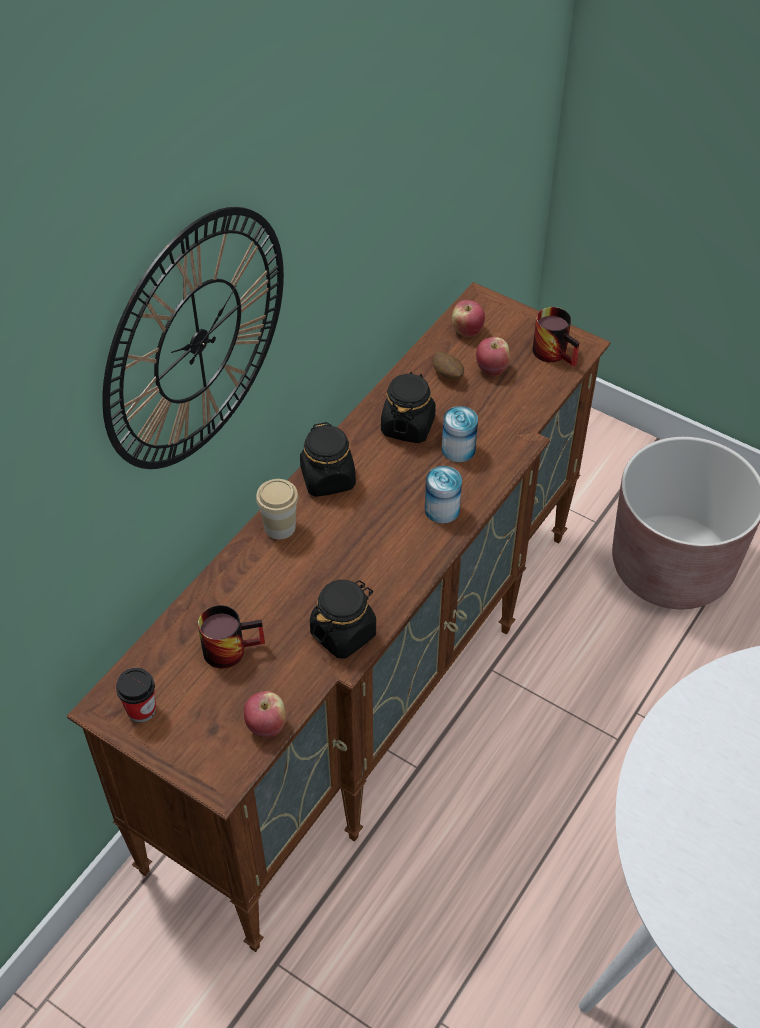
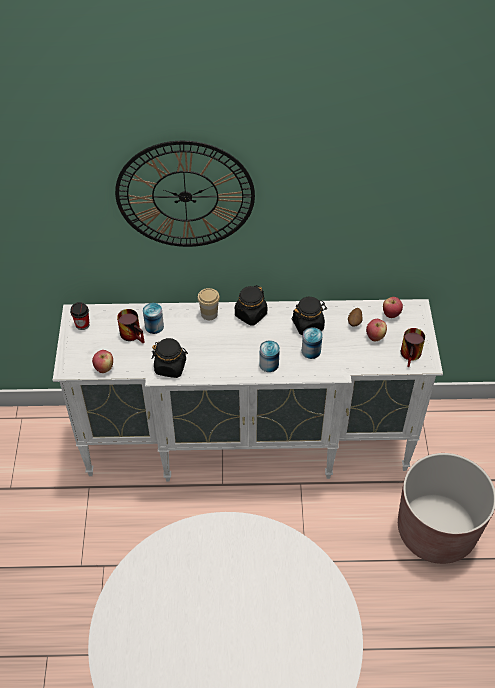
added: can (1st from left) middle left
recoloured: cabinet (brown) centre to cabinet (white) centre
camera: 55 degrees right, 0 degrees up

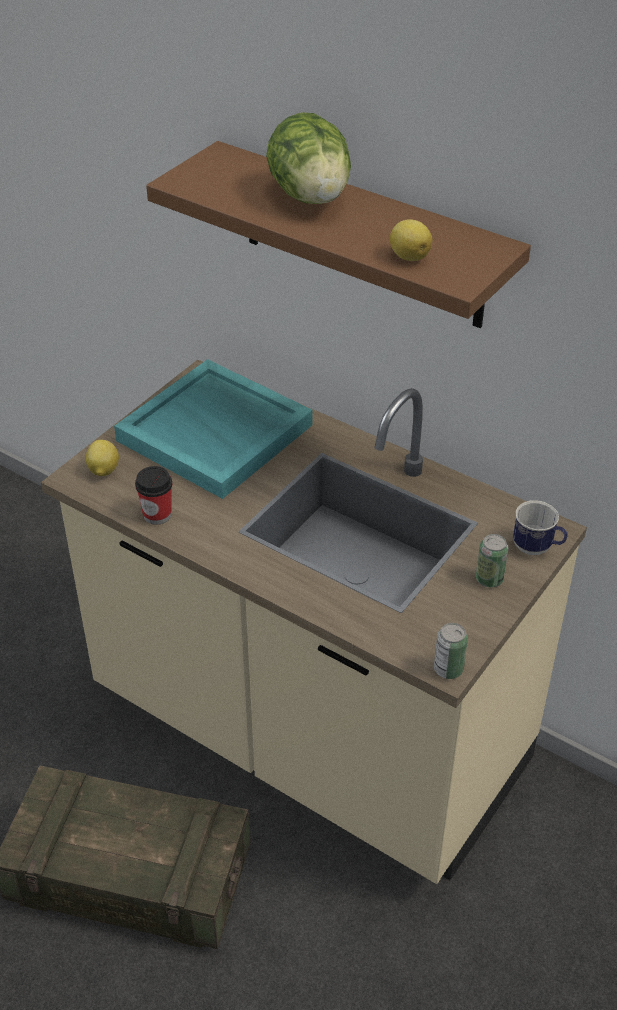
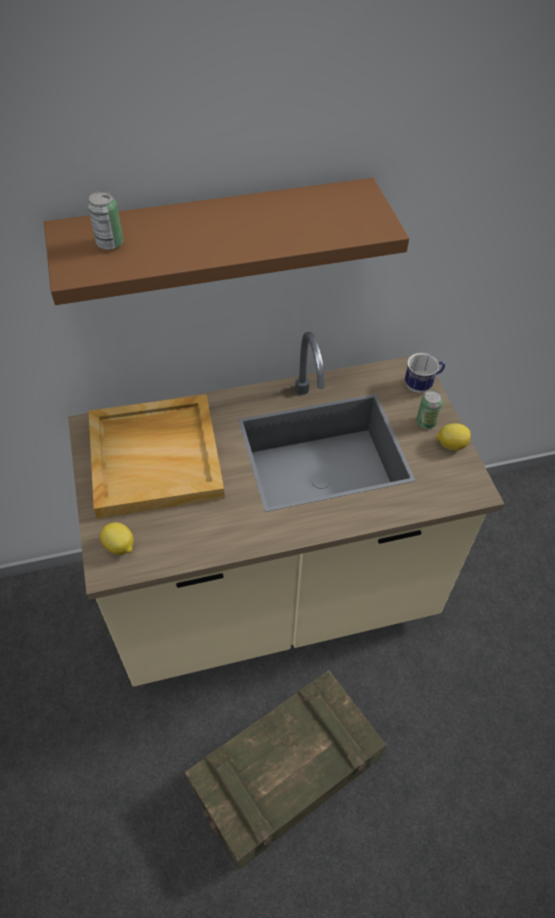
removed: lettuce top centre; cup middle left
moved: lemon (2nd from left) top centre to middle right; can (1st from left) middle right to top left
recoloured: tray (turquoise) centre to tray (beige) middle left
camera: 50 degrees left, 10 degrees up

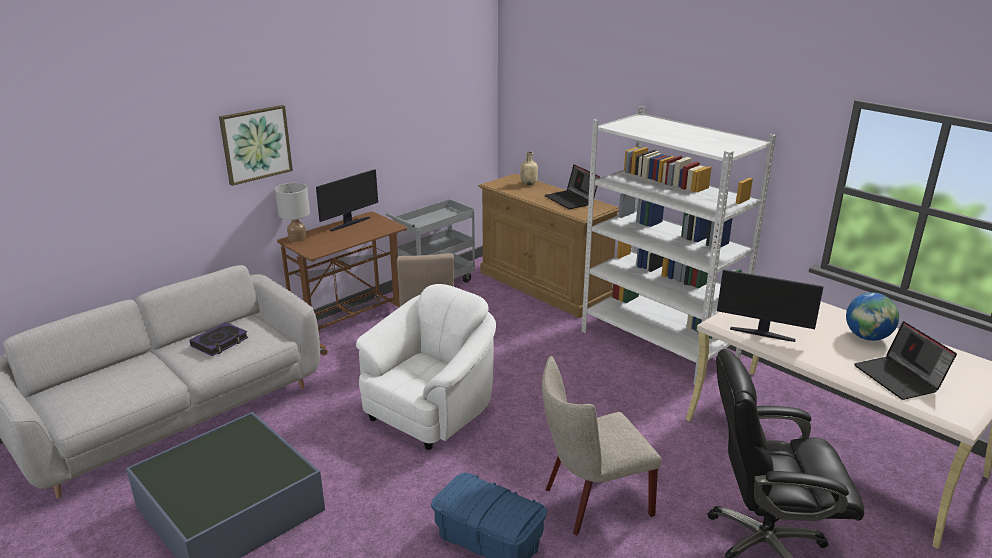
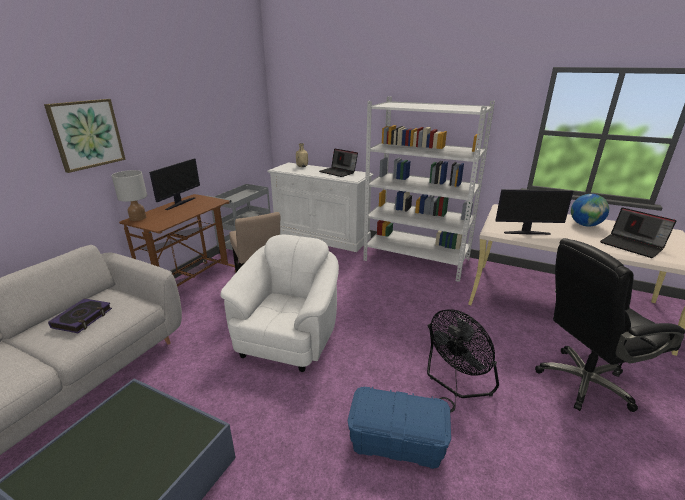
replaced: chair (beige) (2nd from left) bottom centre to fan (black) bottom right
recoloured: cabinet (brown) centre to cabinet (white) centre
camera: 20 degrees left, 0 degrees up

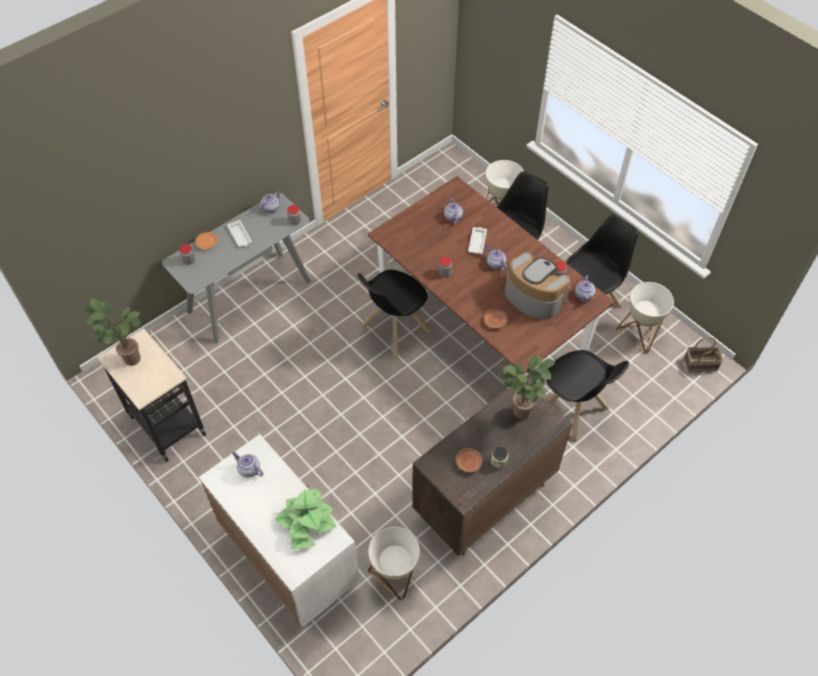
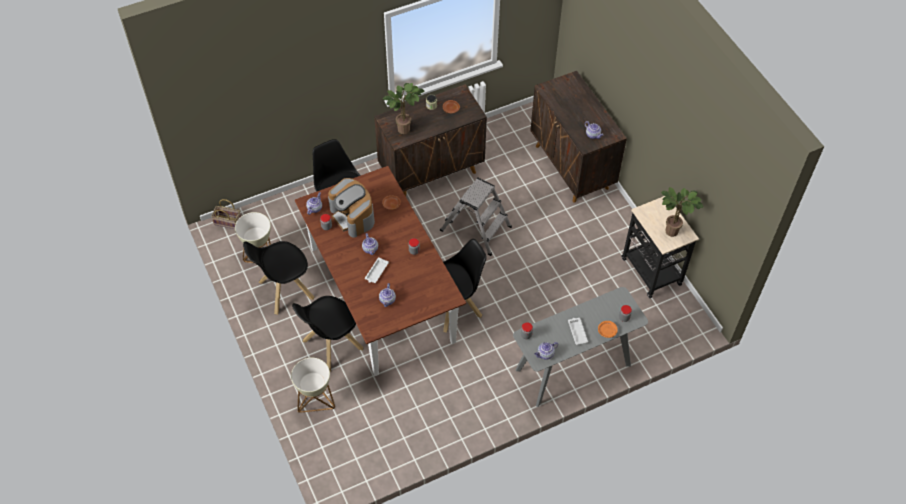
removed: potted plant (2nd from left) bottom centre; planter (1st from left) bottom centre
added: step ladder (grey) centre
recoloured: cabinet (white) bottom centre to cabinet (brown) (2nd from left) top centre
camera: 165 degrees left, 0 degrees up

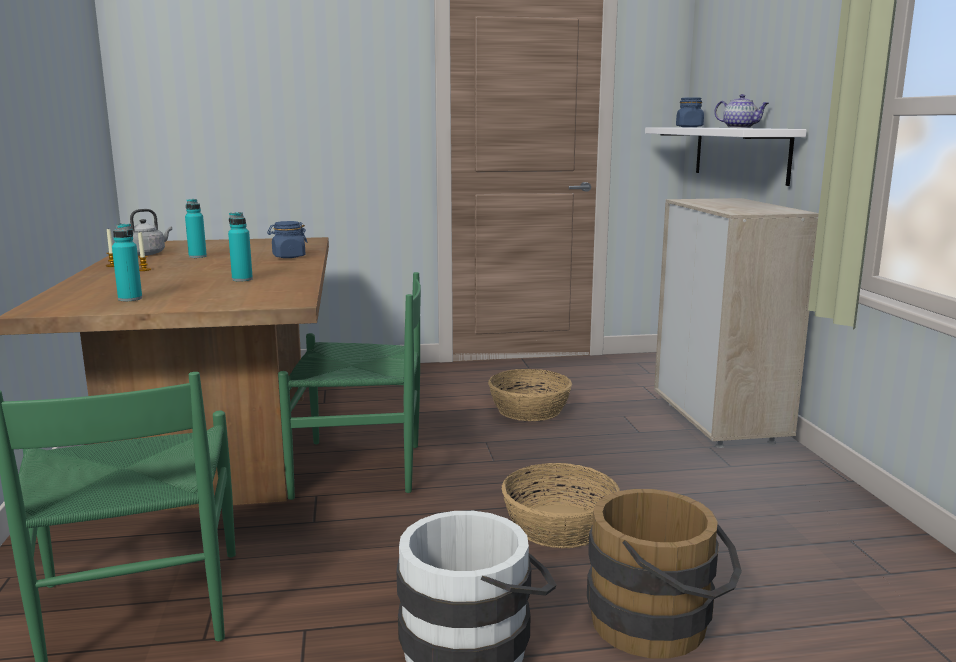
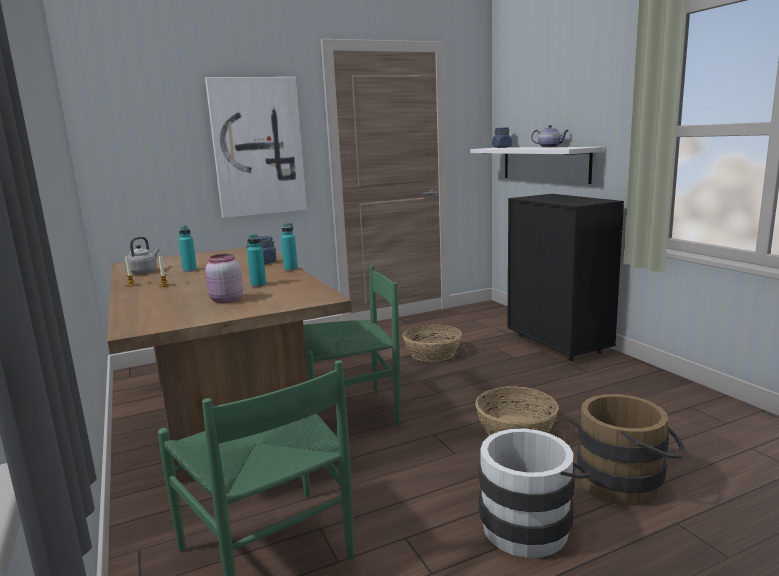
added: picture top left; jar (pink) middle left
moved: bottle (turquoise) (1st from left in the first image) middle left to bottle (turquoise) (3rd from left) centre
recoloured: cabinet (beige) middle right to cabinet (black) middle right
camera: 15 degrees left, 0 degrees up

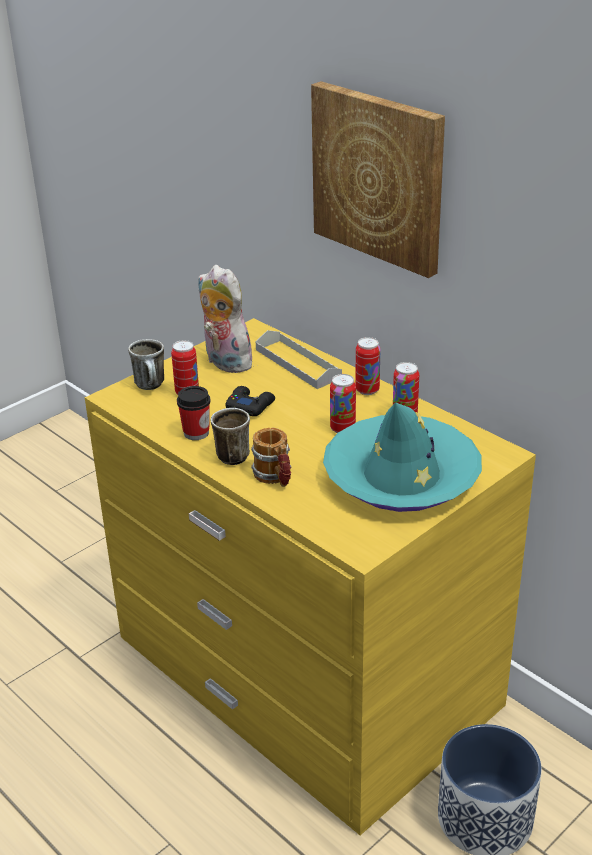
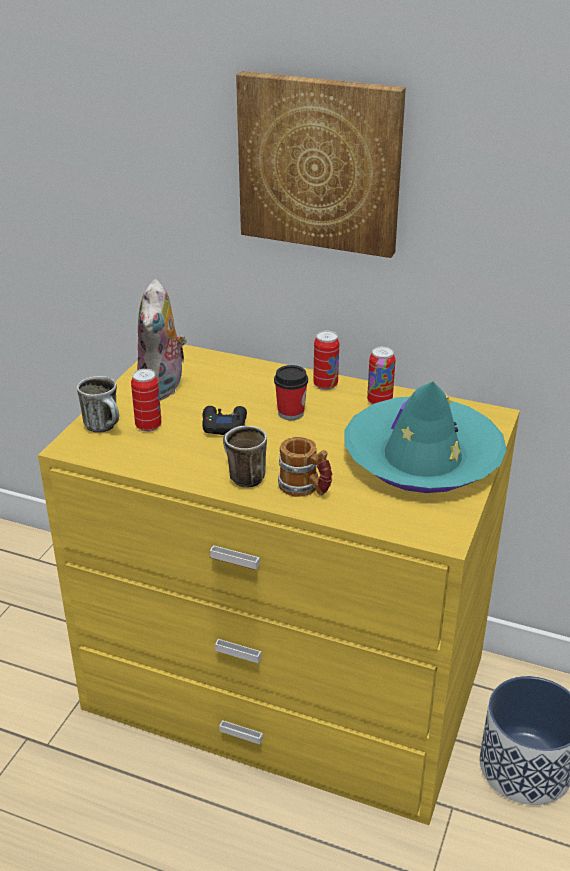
removed: tray (grey) centre; can (2nd from left) centre
moved: cup middle left to centre
turned: plush toy centre = middle left 105 degrees counterclockwise
camera: 25 degrees left, 0 degrees up

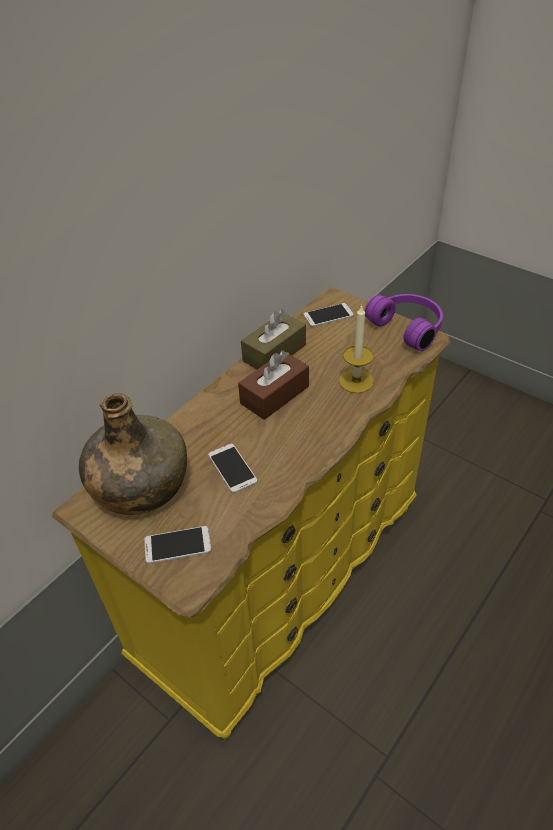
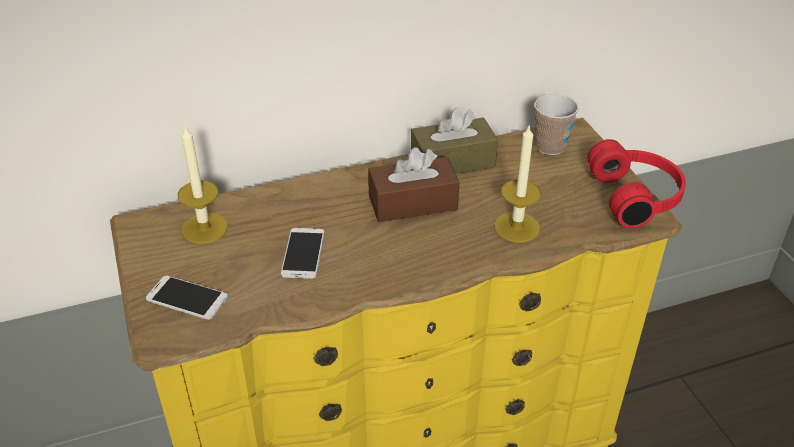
replaced: phone (3rd from left) centre to cup top right; bottle (green) middle left to candle (1st from left) middle left
recoloured: headphones (purple) middle right to headphones (red) middle right
camera: 30 degrees right, 5 degrees down

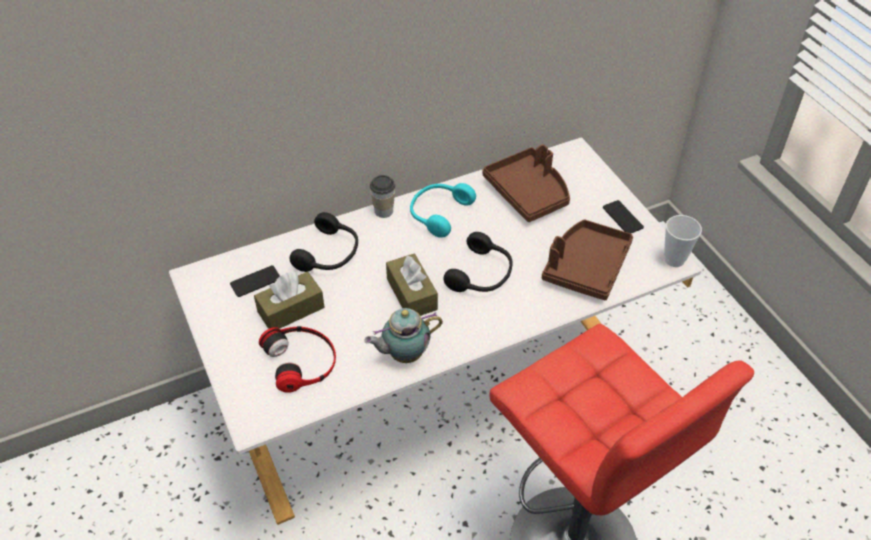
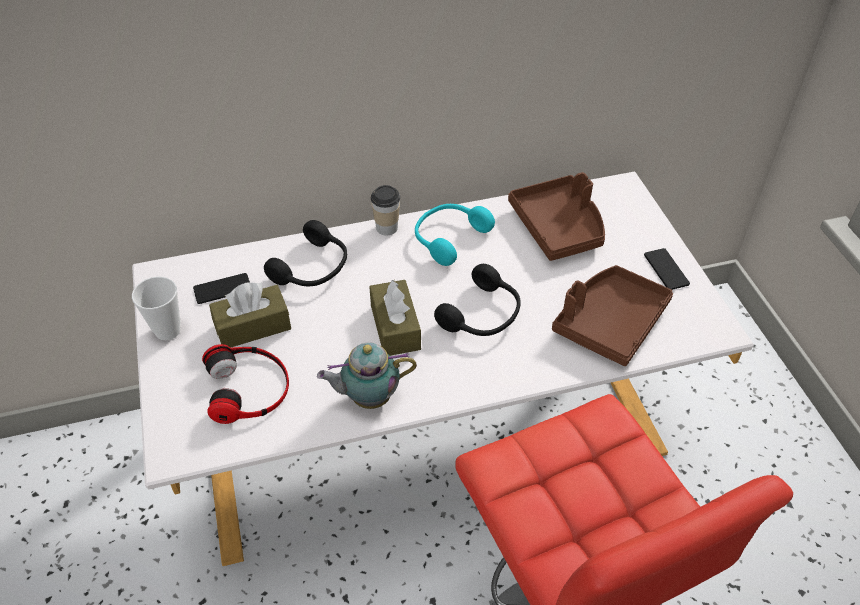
moved: cup (2nd from left in the first image) middle right to cup (1st from left) middle left
camera: 10 degrees right, 0 degrees up

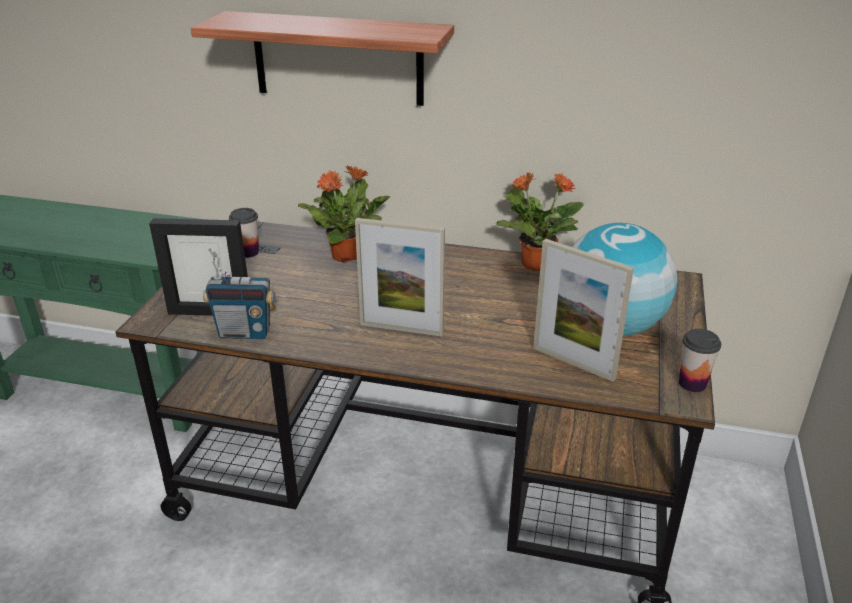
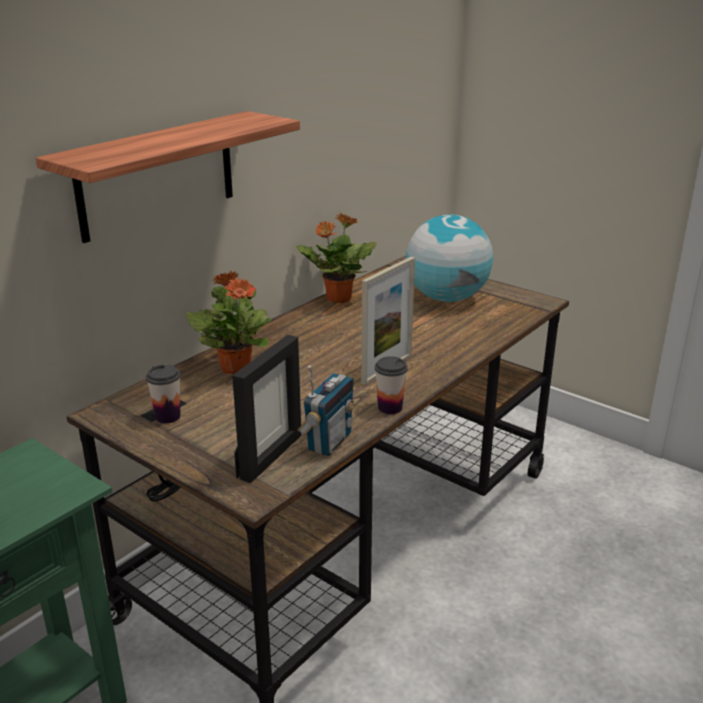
removed: picture frame (3rd from left) middle right
moved: cup (2nd from left) middle right to centre
camera: 65 degrees left, 5 degrees down

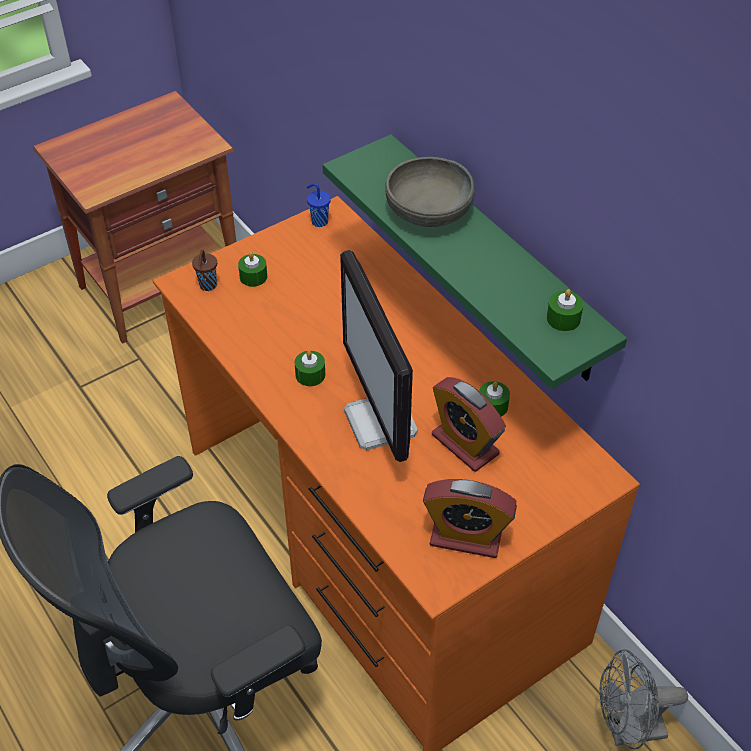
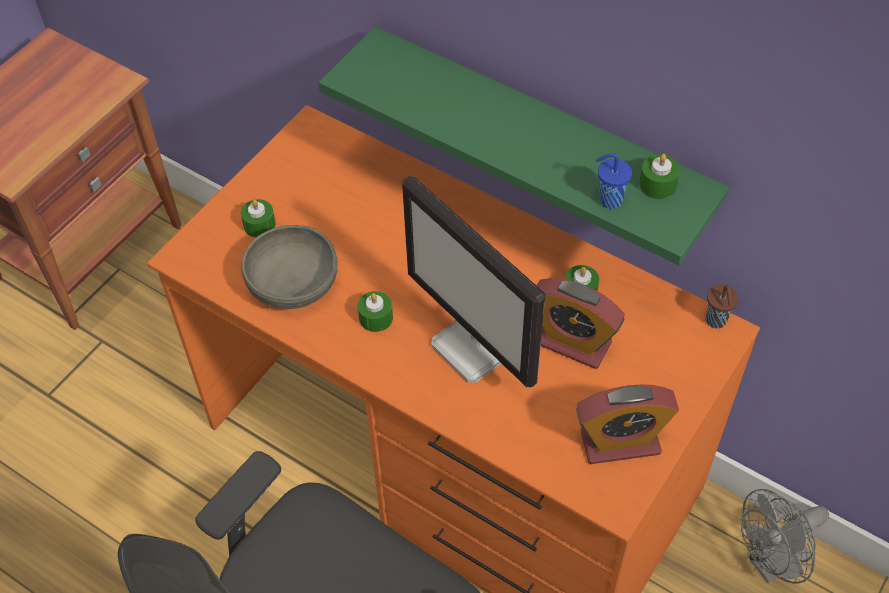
moved: bowl (grey) top centre to middle left; cup (blue) top centre to top right; cup (brown) middle left to middle right
camera: 20 degrees left, 5 degrees up

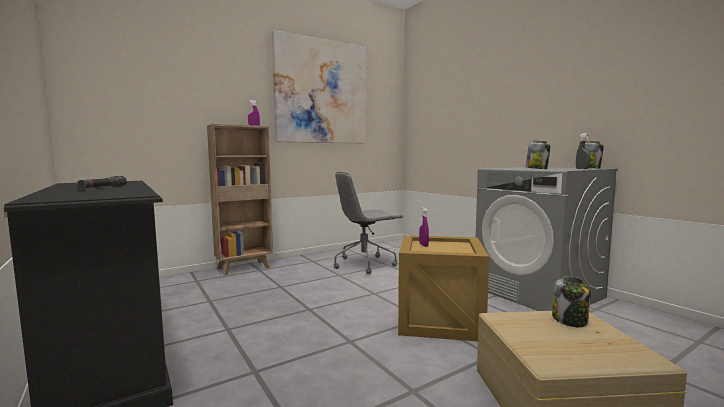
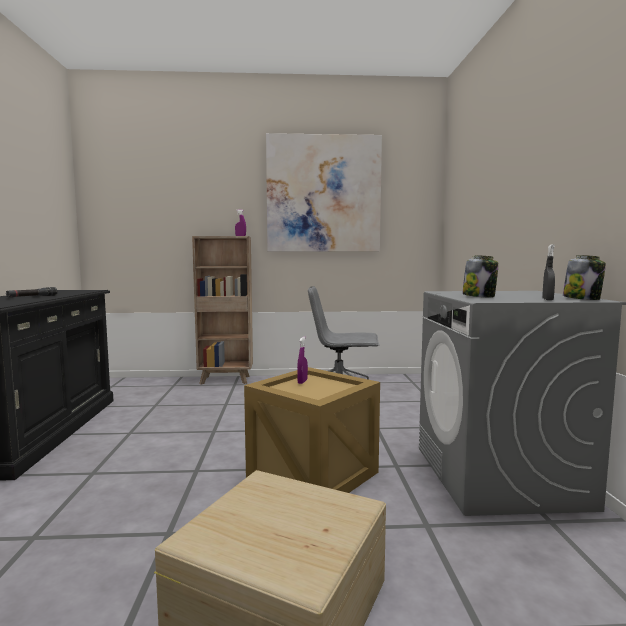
removed: jar (2nd from left) bottom right
camera: 30 degrees right, 0 degrees up

